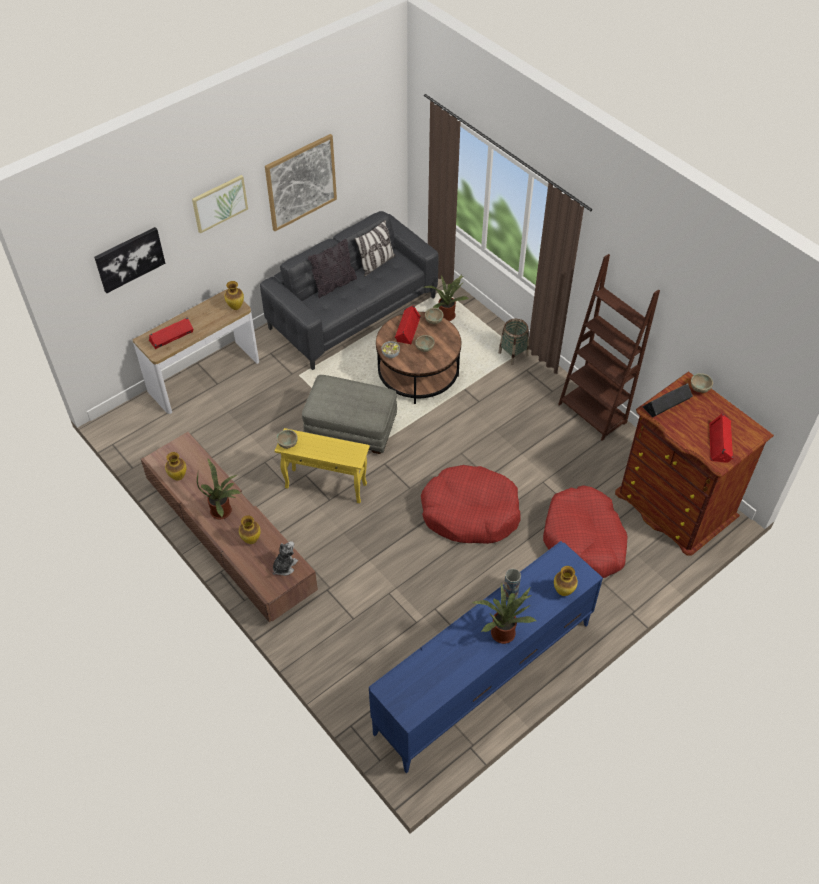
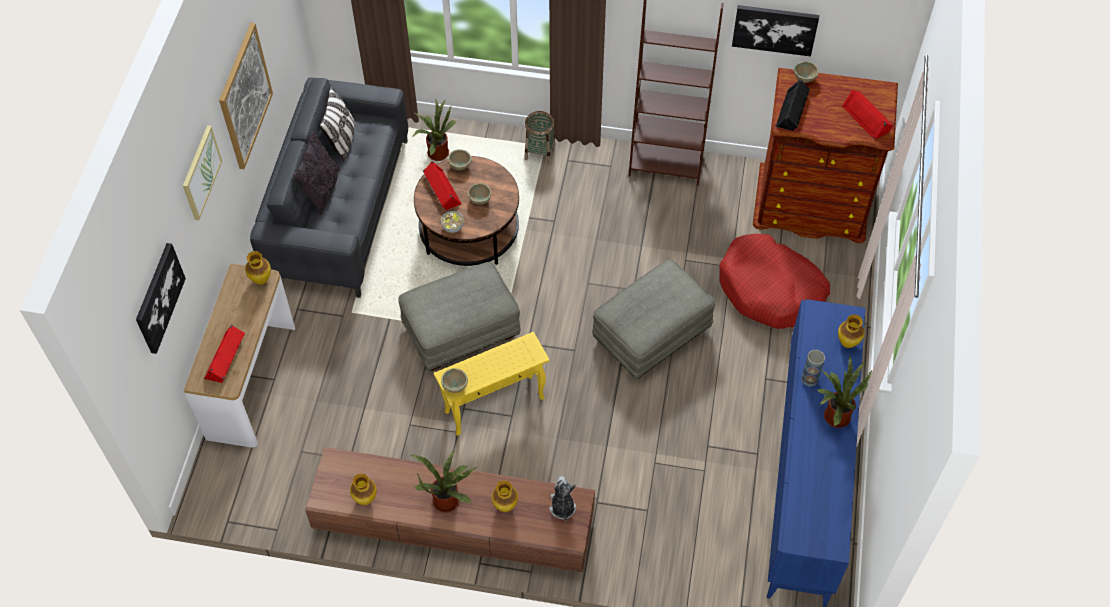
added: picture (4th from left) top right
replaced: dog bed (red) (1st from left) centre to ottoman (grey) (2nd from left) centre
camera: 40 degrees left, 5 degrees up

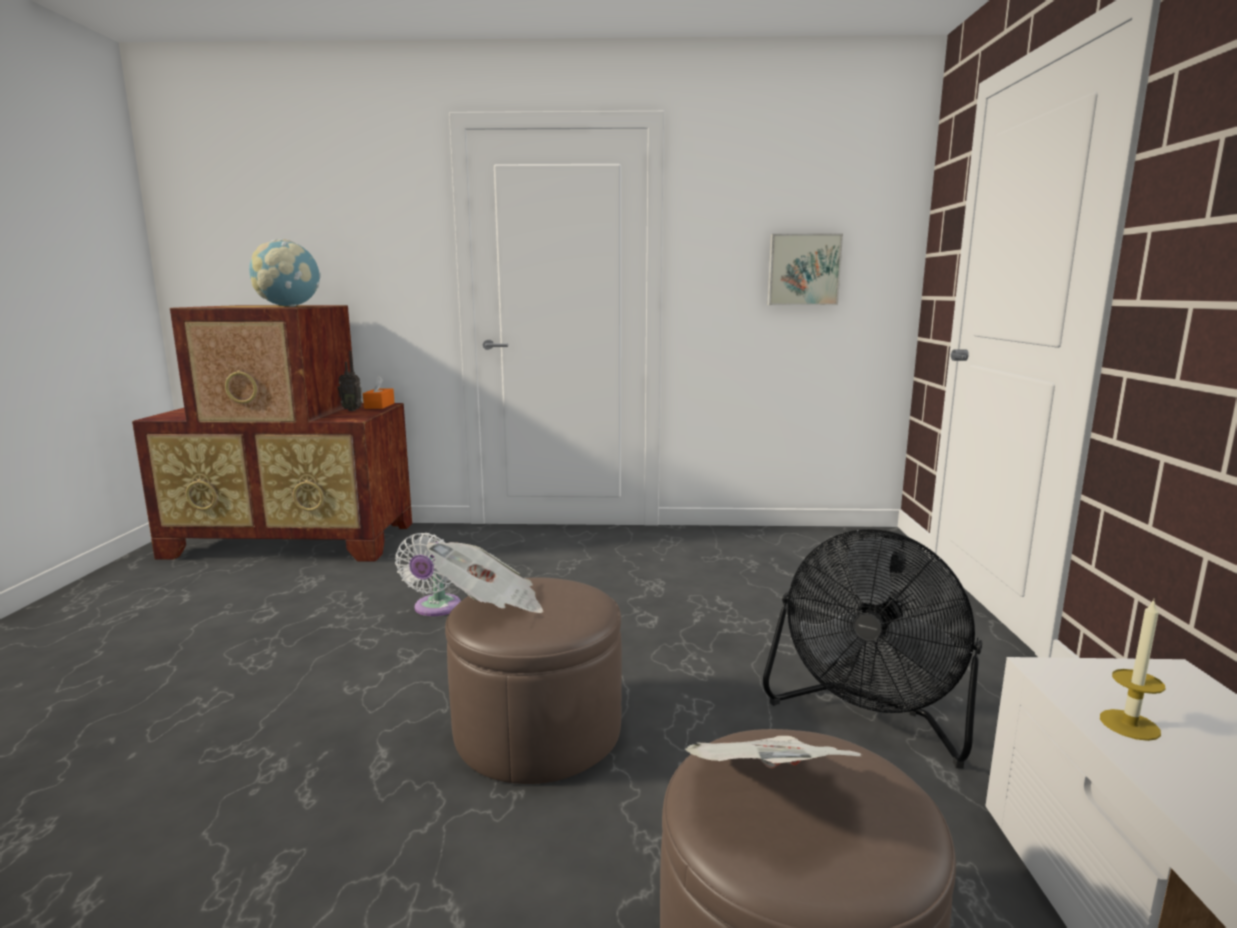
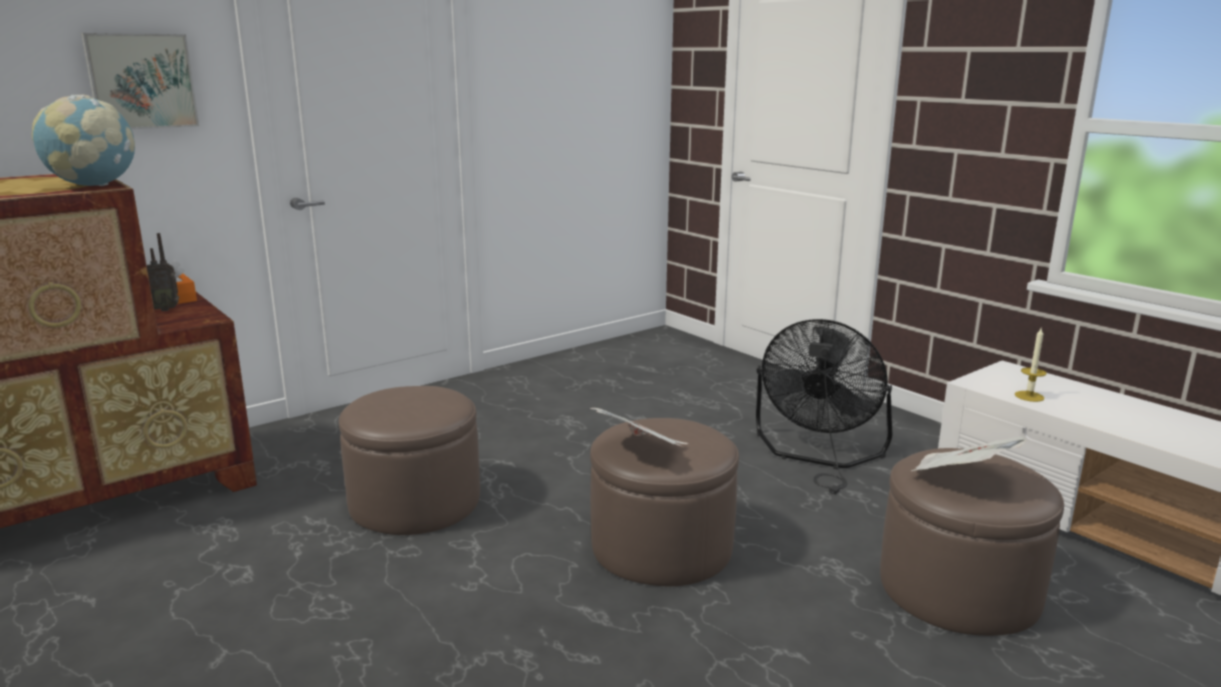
moved: picture top centre to top left
replaced: fan (white) centre to ottoman (brown) (1st from left) bottom centre
turned: fan (black) bottom right = middle right 150 degrees counterclockwise
camera: 40 degrees left, 5 degrees up

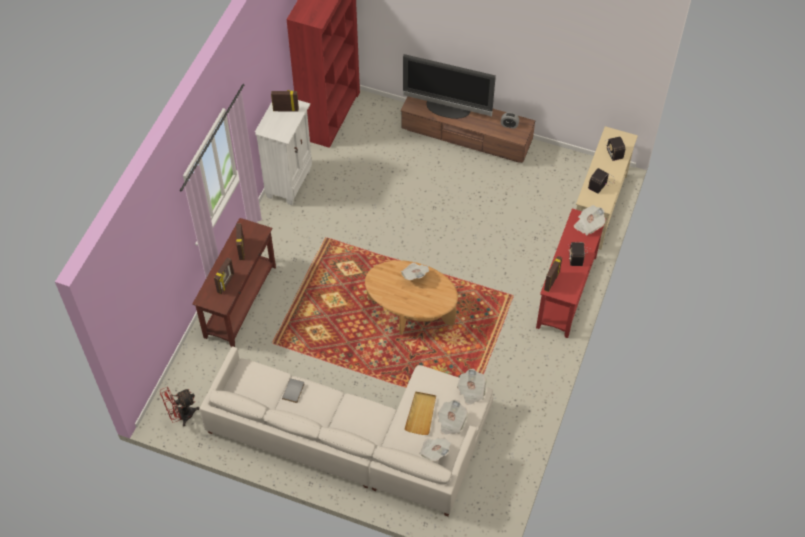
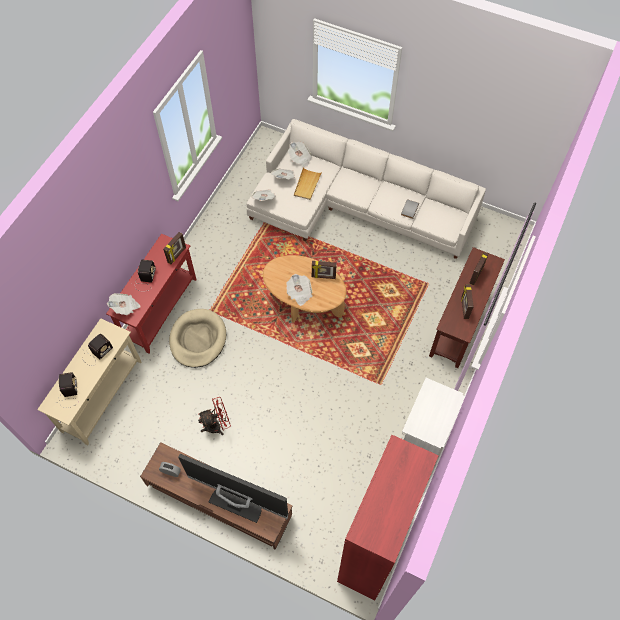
added: dog bed (beige) middle left
moved: picture frame (3rd from left in the first image) top centre to picture frame (2nd from left) centre; fan (red) bottom left to bottom centre
camera: 175 degrees left, 5 degrees up

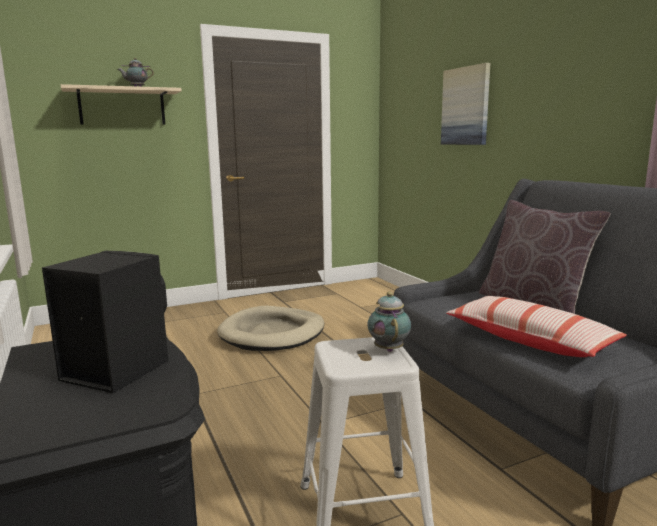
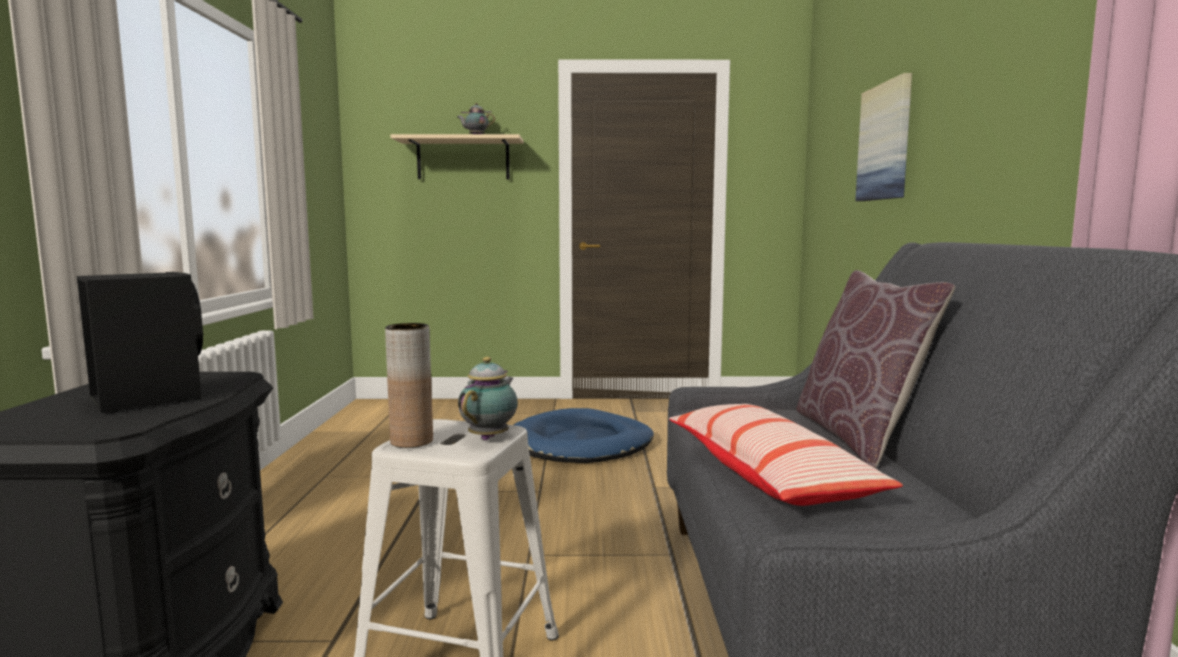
added: vase (brown) centre
recoloured: dog bed (beige) centre to dog bed (blue) centre
camera: 25 degrees right, 5 degrees down

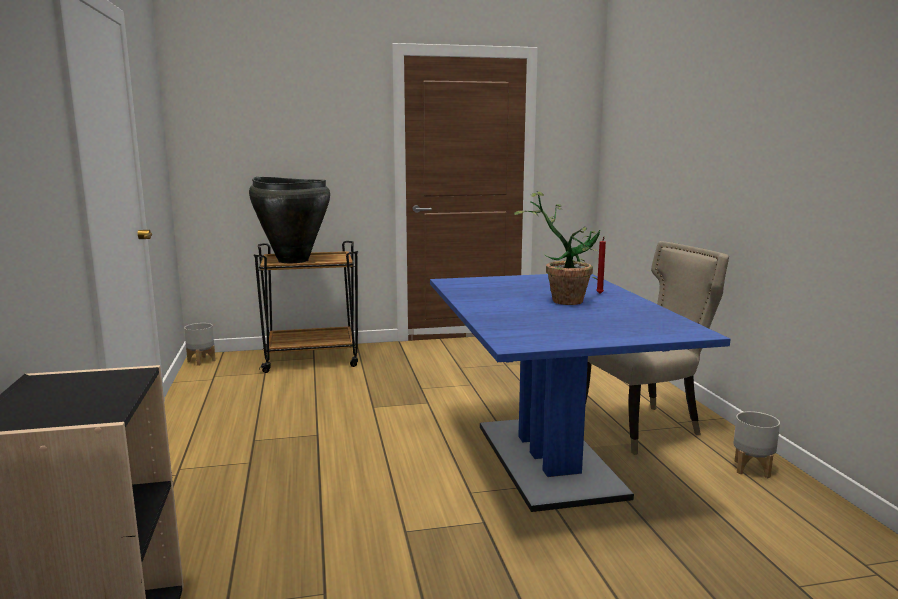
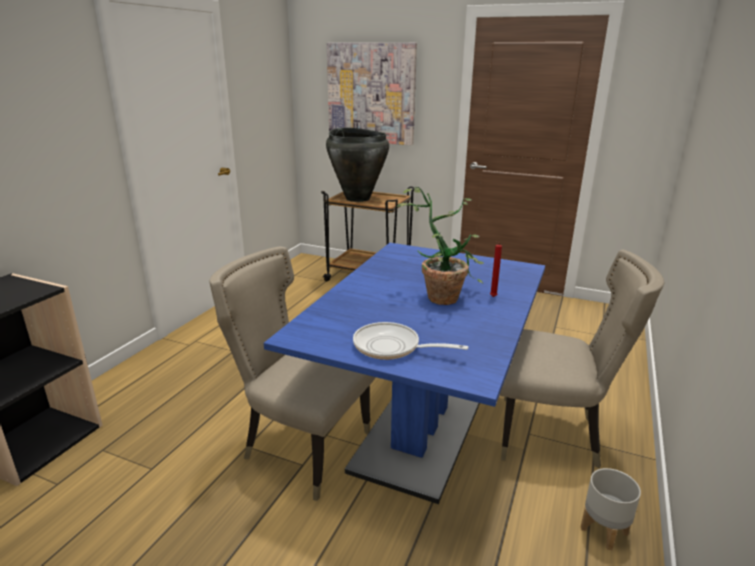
removed: planter (grey) (1st from left) middle left
added: picture top centre; chair (beige) (1st from left) centre; frying pan centre
camera: 35 degrees right, 10 degrees up

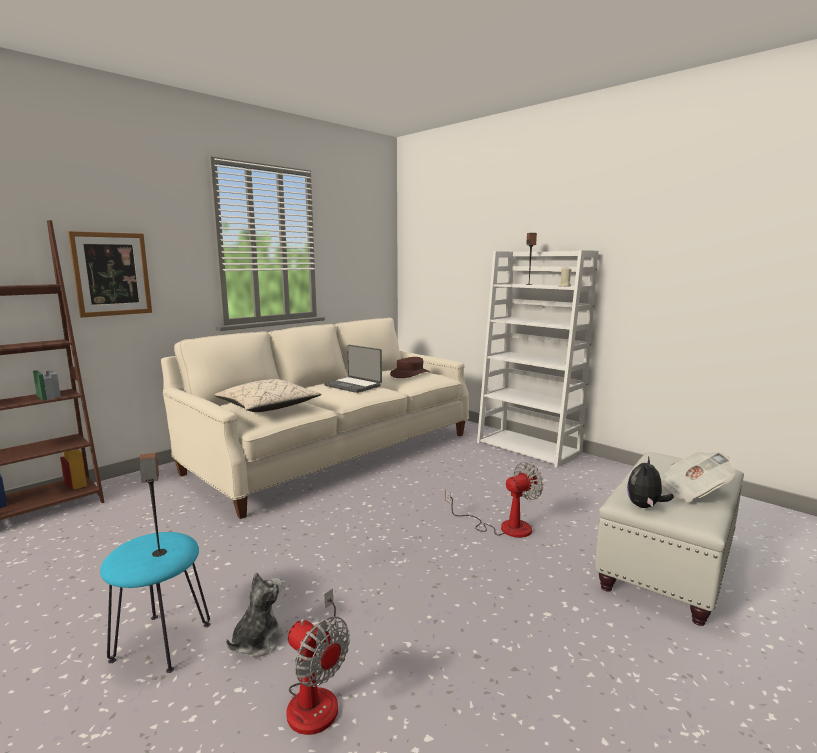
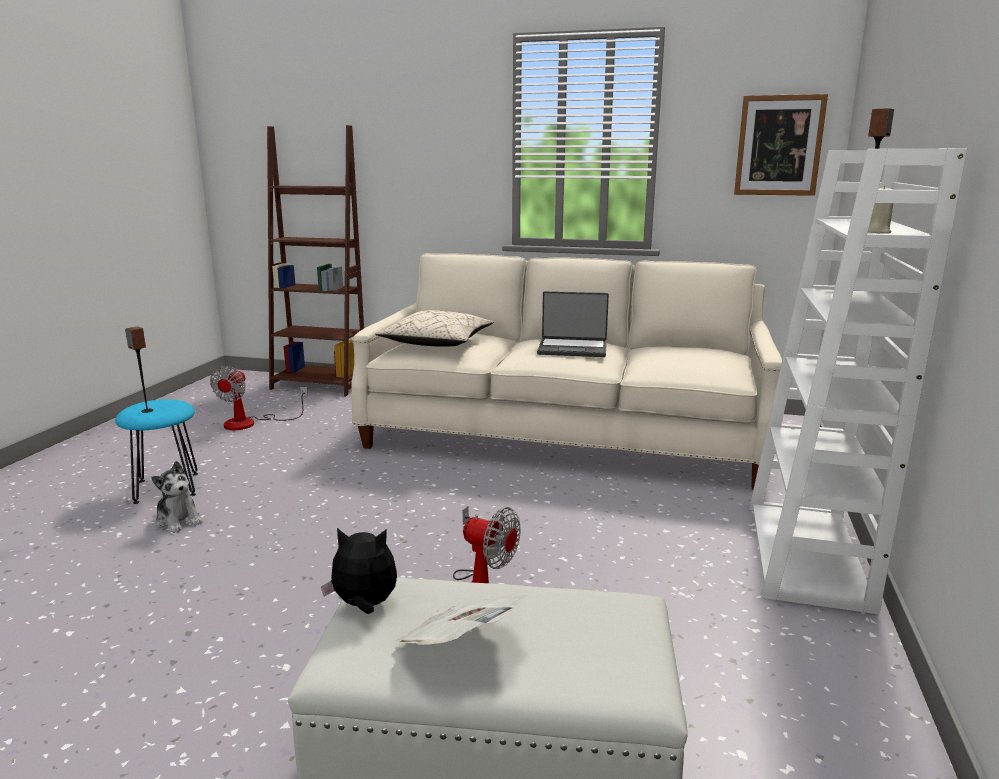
removed: hat (brown) centre
moved: picture middle left to top right; fan (1st from left) bottom centre to middle left
turned: laptop centre = centre 90 degrees counterclockwise; plush toy (1st from left) bottom left = middle left 45 degrees clockwise
camera: 60 degrees right, 5 degrees up

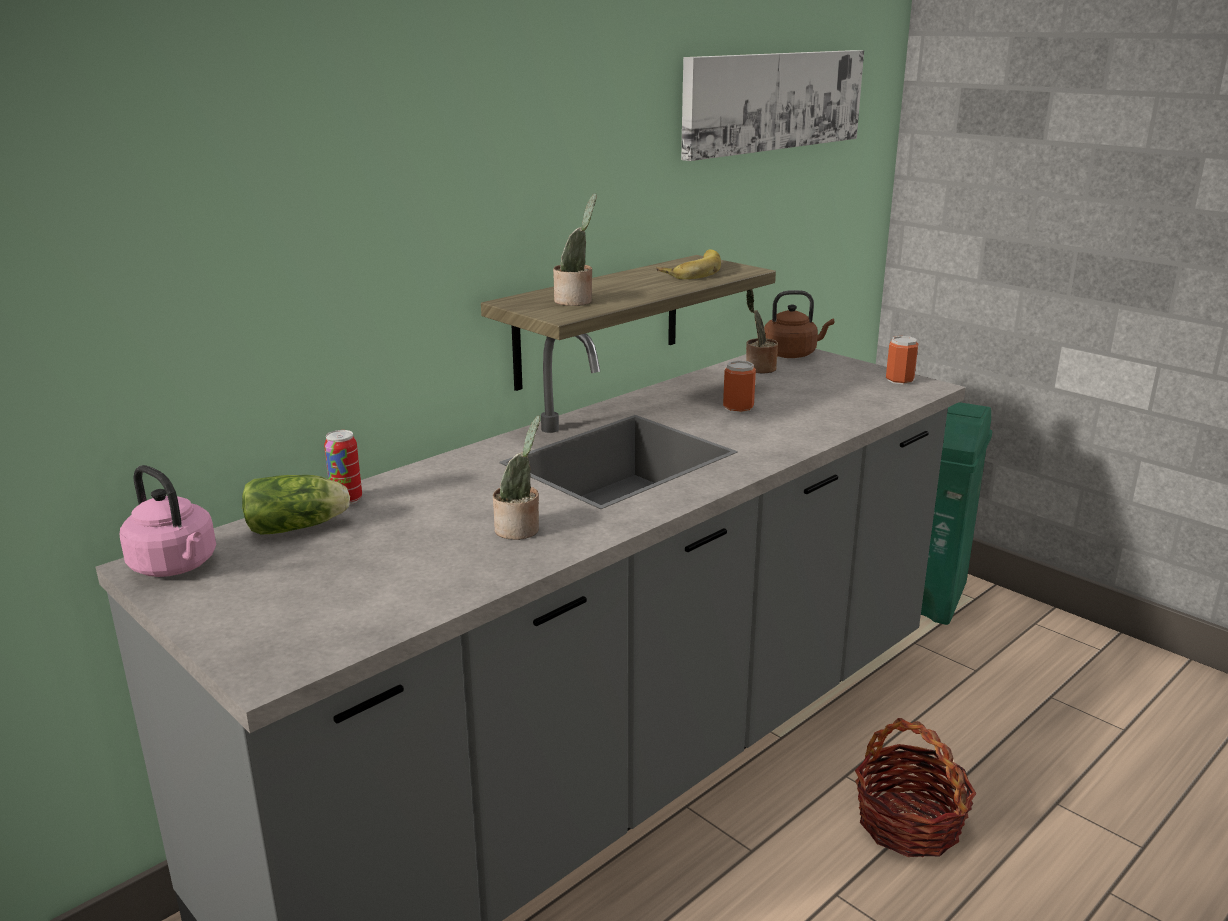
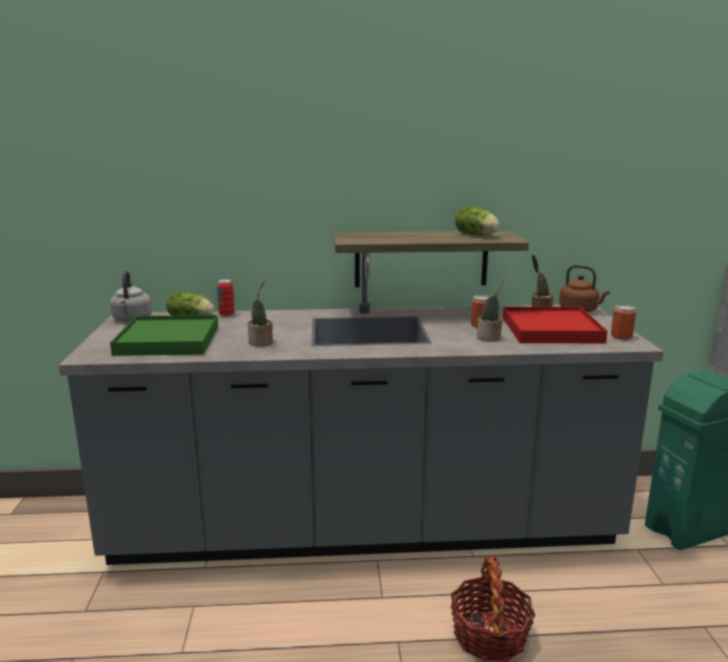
removed: picture top centre
added: tray (red) middle right; tray (green) middle left
moved: potted plant (2nd from left) top centre to middle right
replaced: banana top centre to lettuce (2nd from left) top centre
recoloured: kettle (pink) middle left to kettle (grey) middle left
camera: 40 degrees right, 5 degrees down

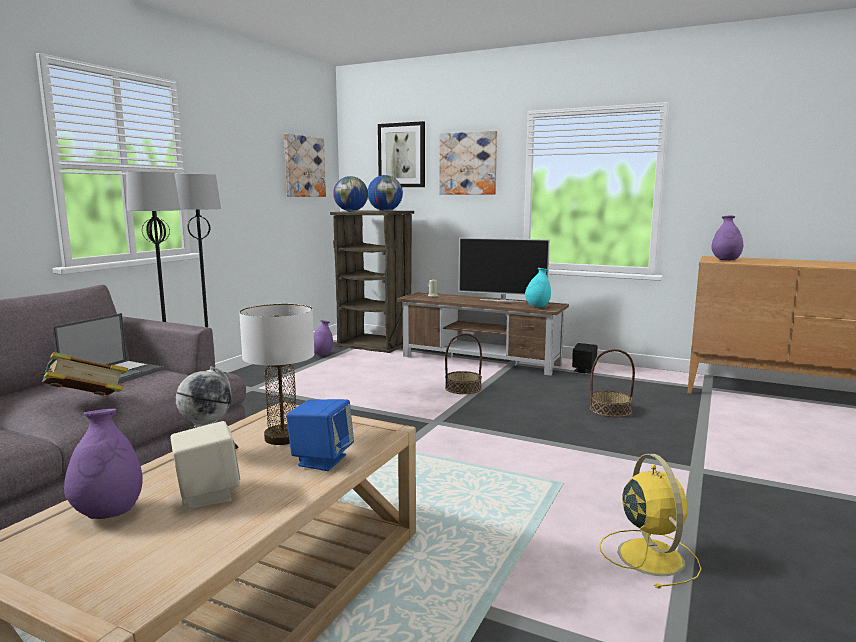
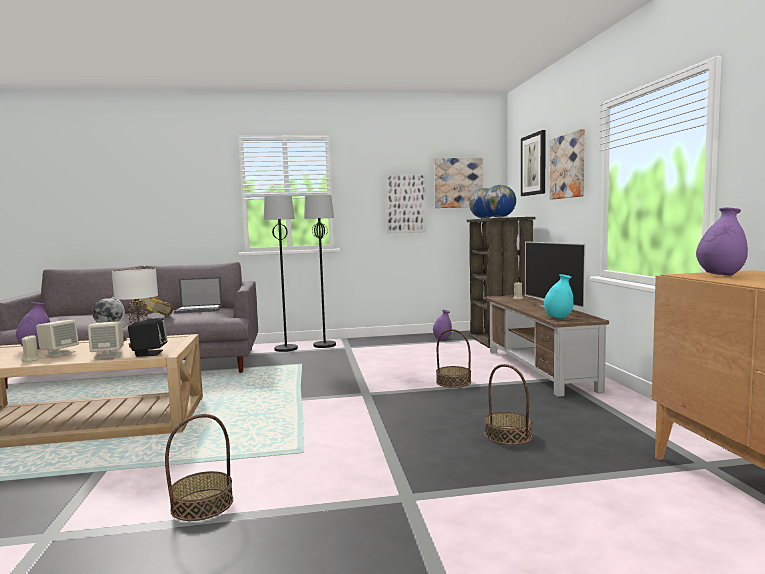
added: picture (1st from left) centre; candle (beige) (1st from left) middle left
moved: speaker (black) middle right to middle left
replaced: fan (yellow) bottom right to basket (1st from left) bottom left
recoloured: speaker (blue) bottom centre to speaker (beige) (2nd from left) middle left
camera: 55 degrees right, 5 degrees down

